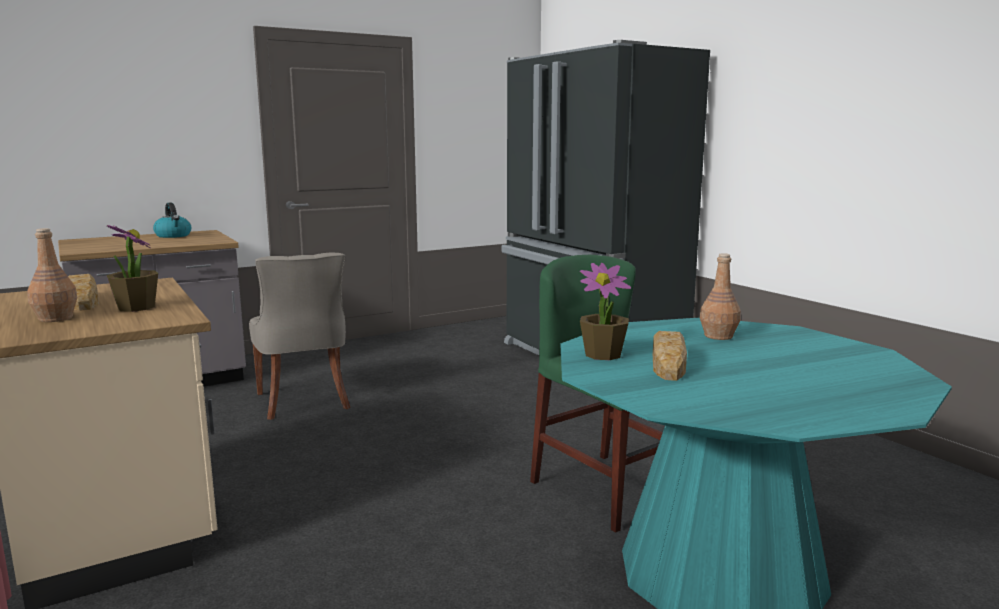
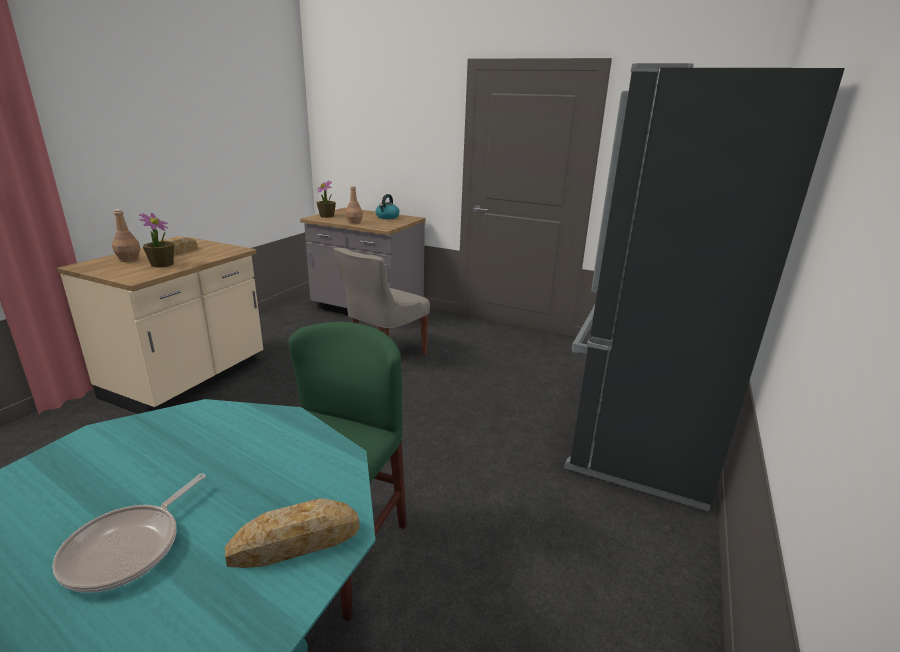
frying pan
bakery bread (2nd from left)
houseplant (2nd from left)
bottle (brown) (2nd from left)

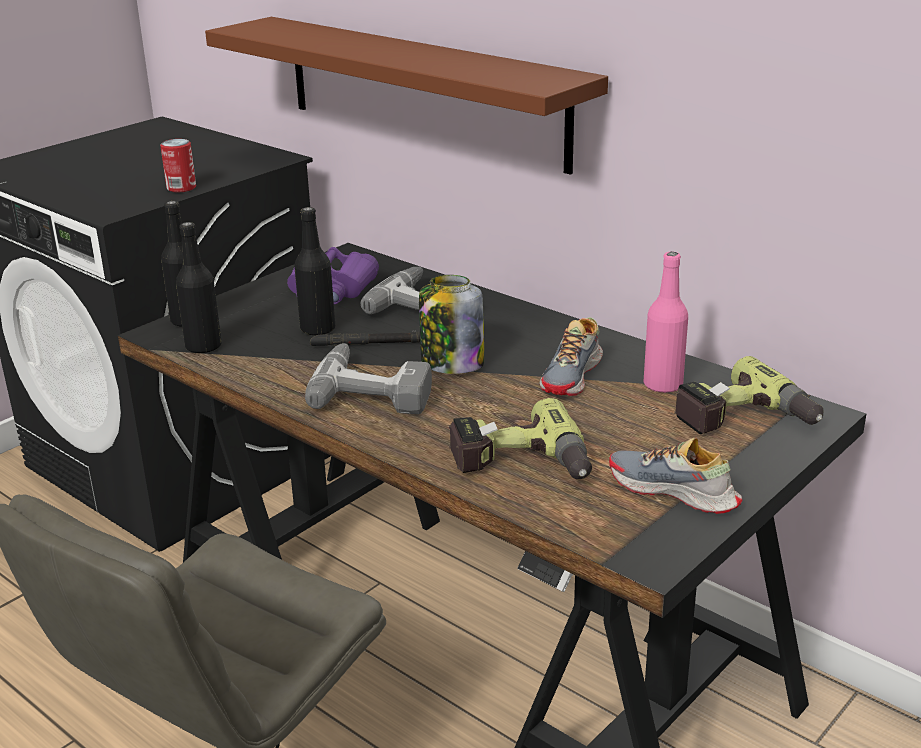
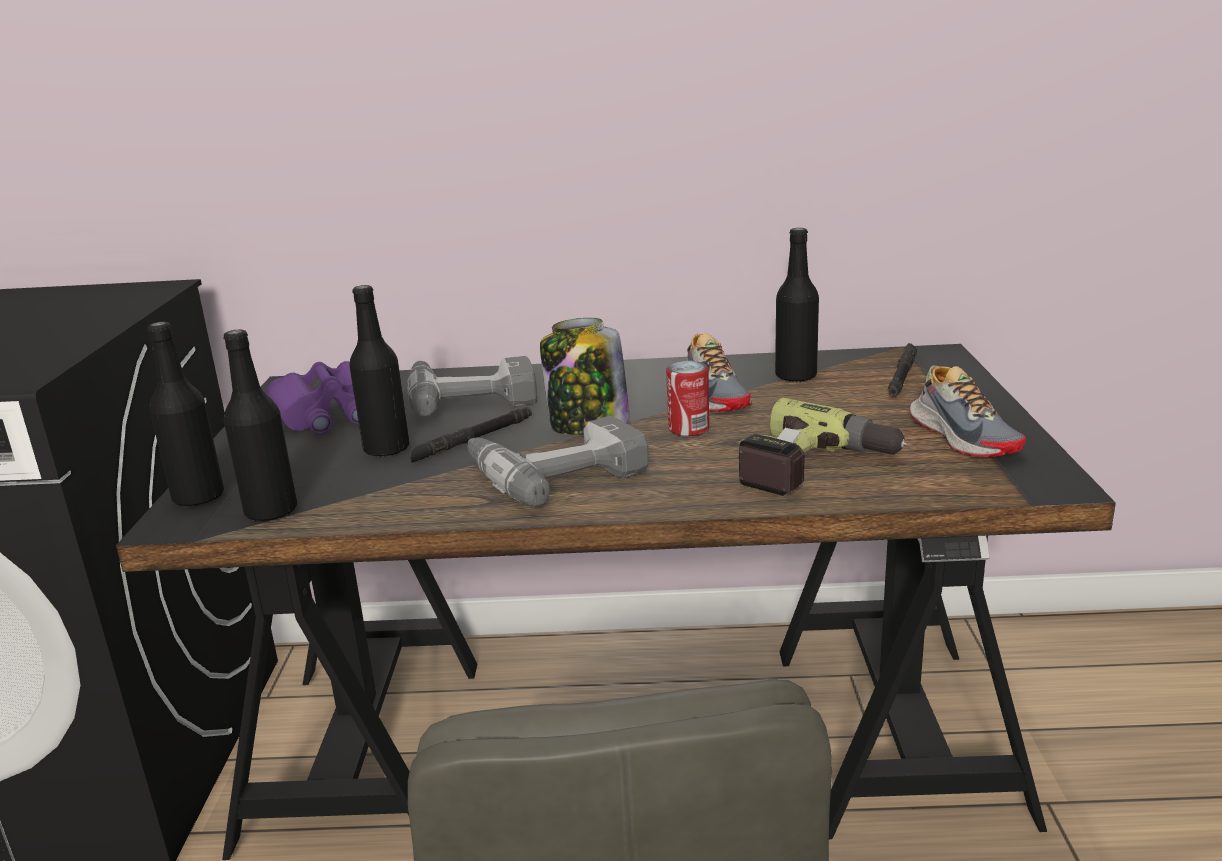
sealed can
bottle (black) (4th from left)
hand torch (black) (2nd from left)
shoe (2nd from left)
bracket shelf (brown)

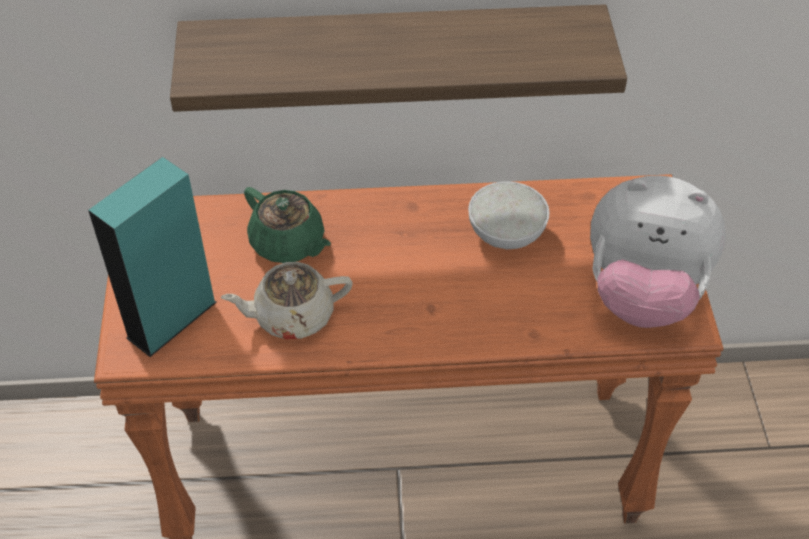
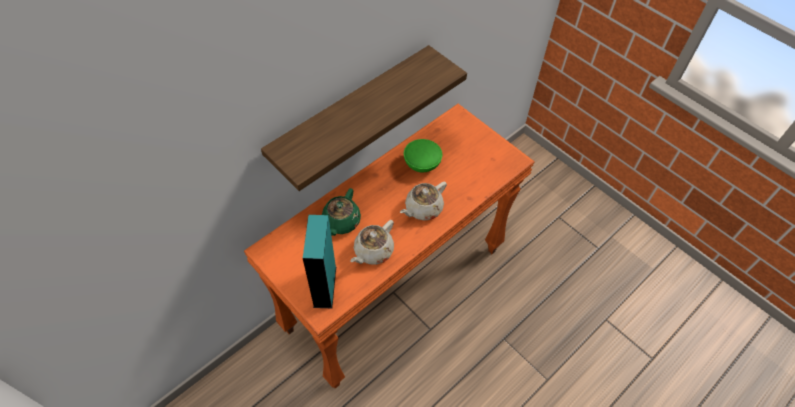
teapot (green-coloured)
teapot (beige-coloured) (2nd from left)
deep dish (green-coloured)
cuddly toy

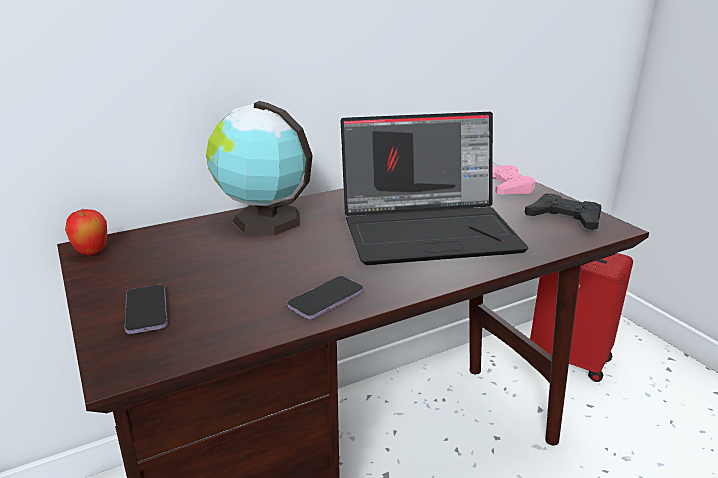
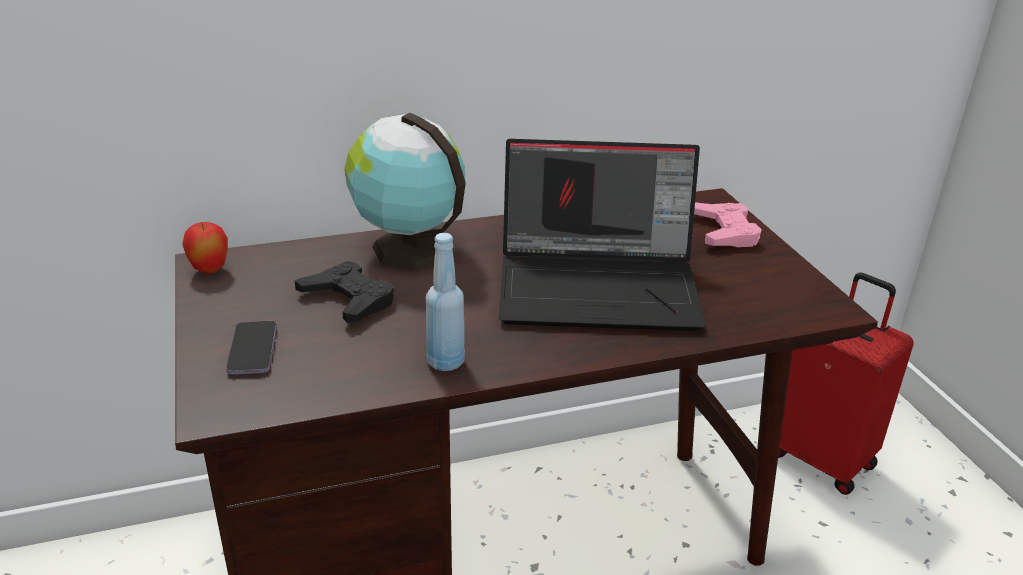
gamepad (black)
bottle (bluish)

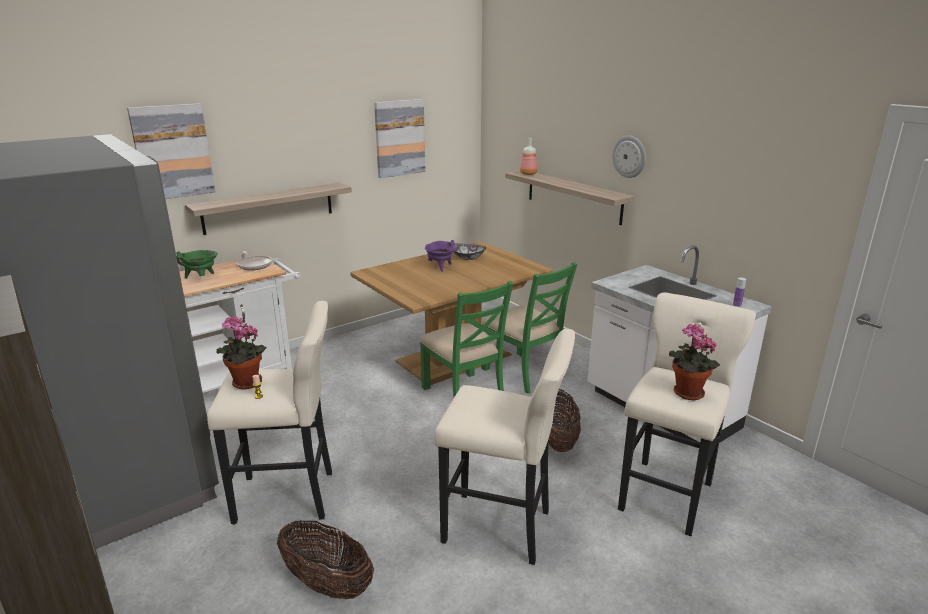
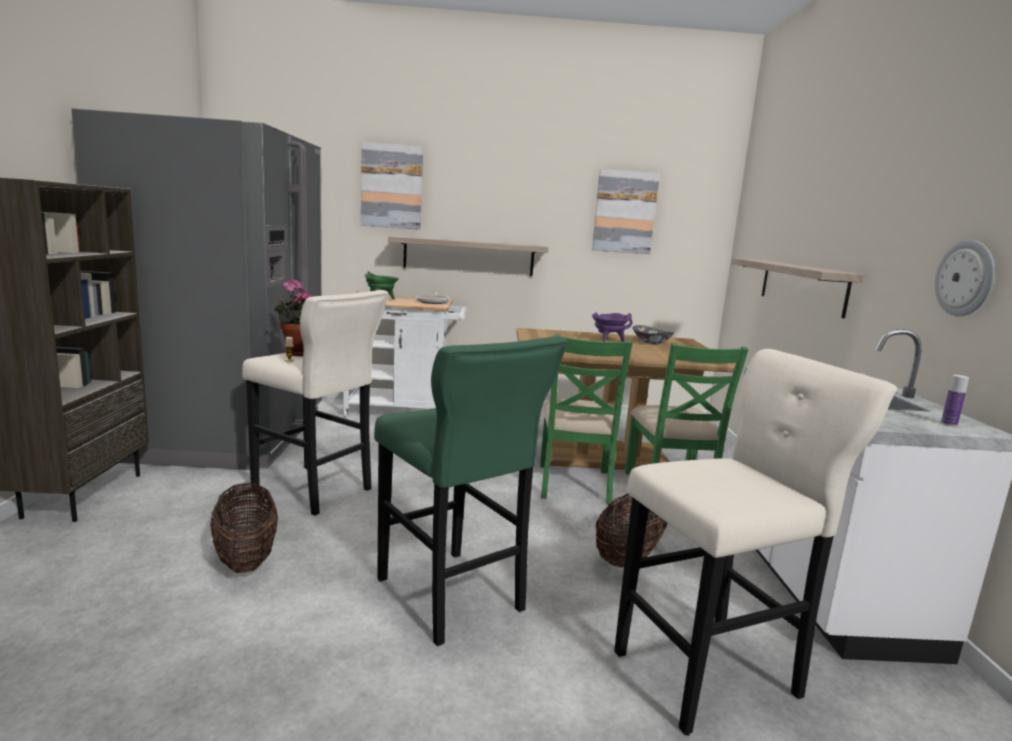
sitting stool (green-coloured)
wall clock
bottle (1st from left in the first image)
houseplant (2nd from left in the first image)

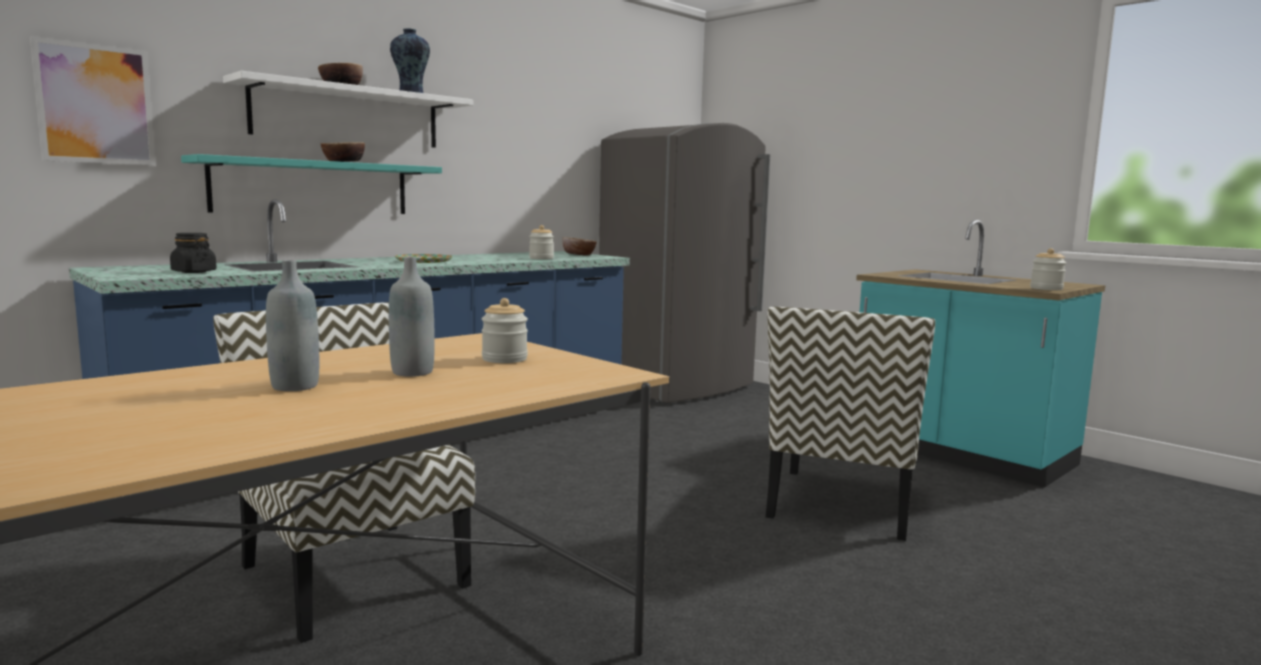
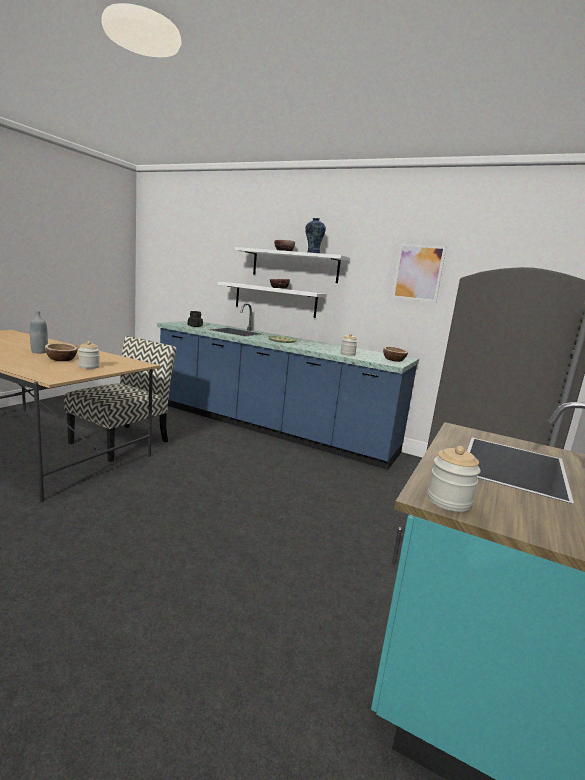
deep dish (1st from left)
bracket shelf (white-coloured) (1st from left)
wall picture
chair (2nd from left in the first image)

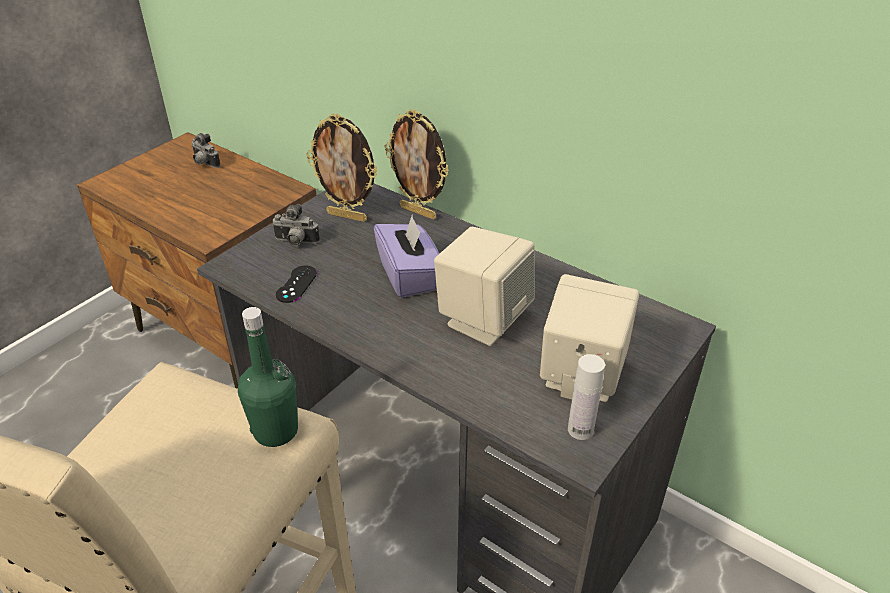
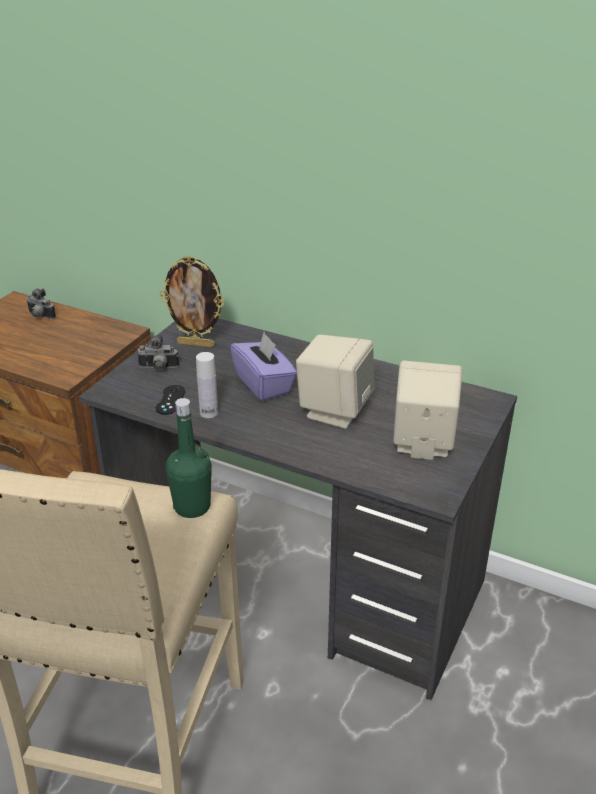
bottle (white-coloured)
photo frame (2nd from left in the first image)

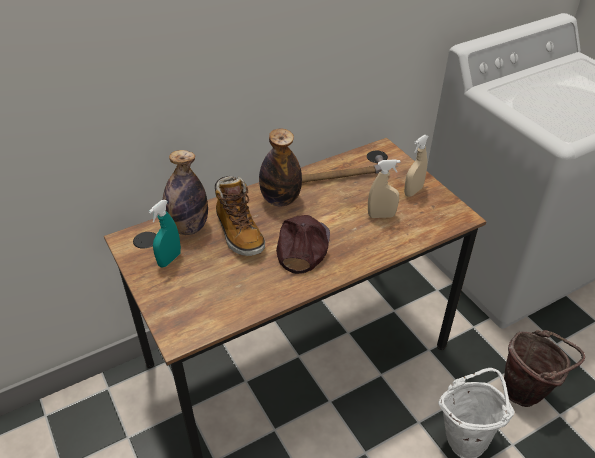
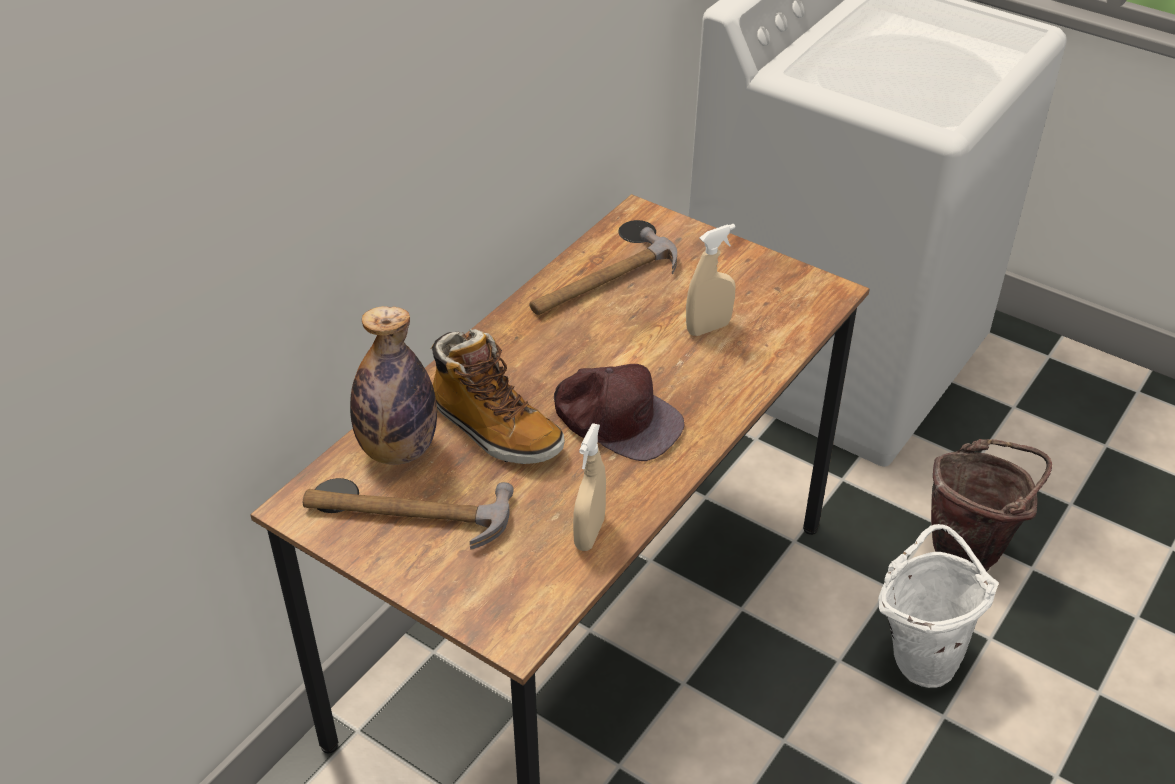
tool hammer (1st from left)
peaked cap (brown)
hand sprayer (beige-coloured) (1st from left)
bottle (2nd from left in the first image)

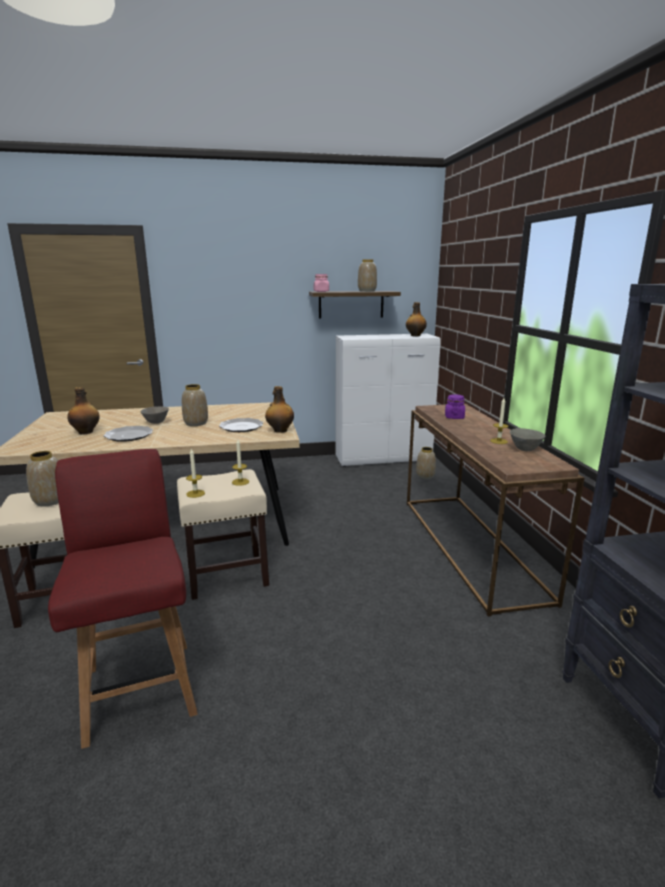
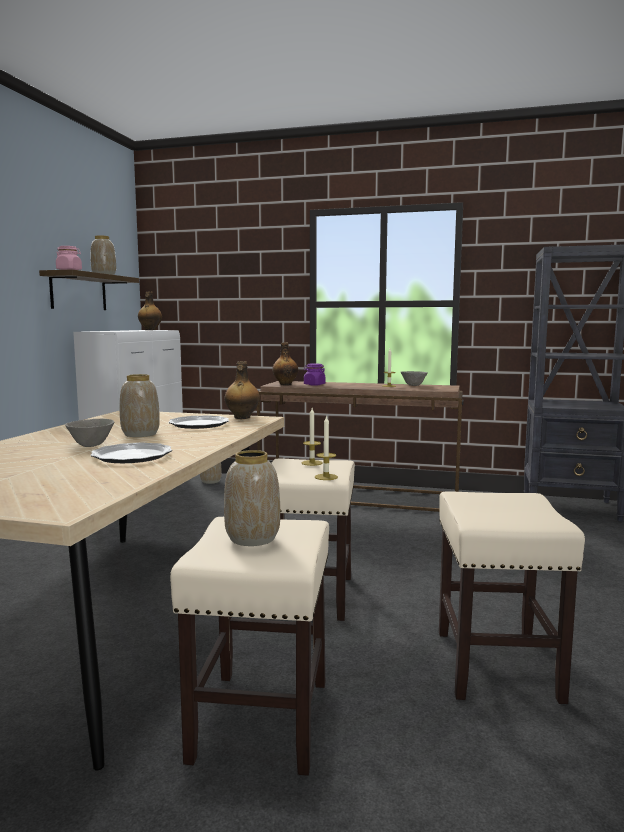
bottle (3rd from left)
sitting stool (beige-coloured) (3rd from left)

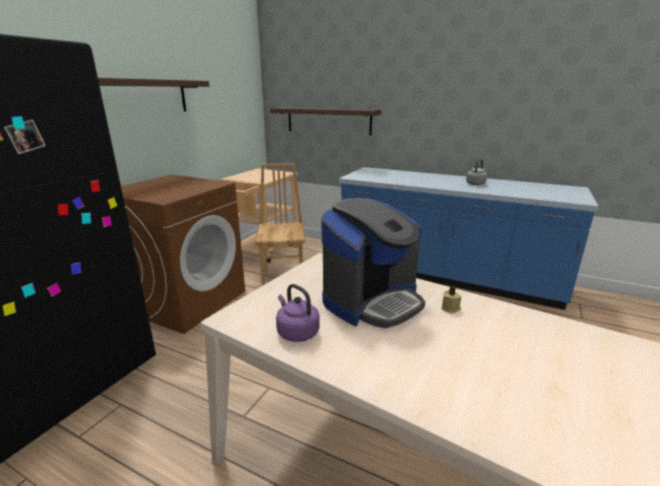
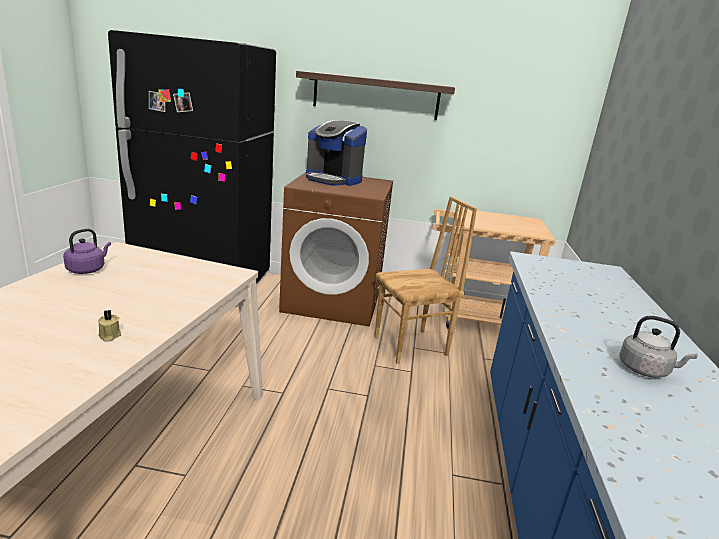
coffee machine
bracket shelf (2nd from left in the first image)

